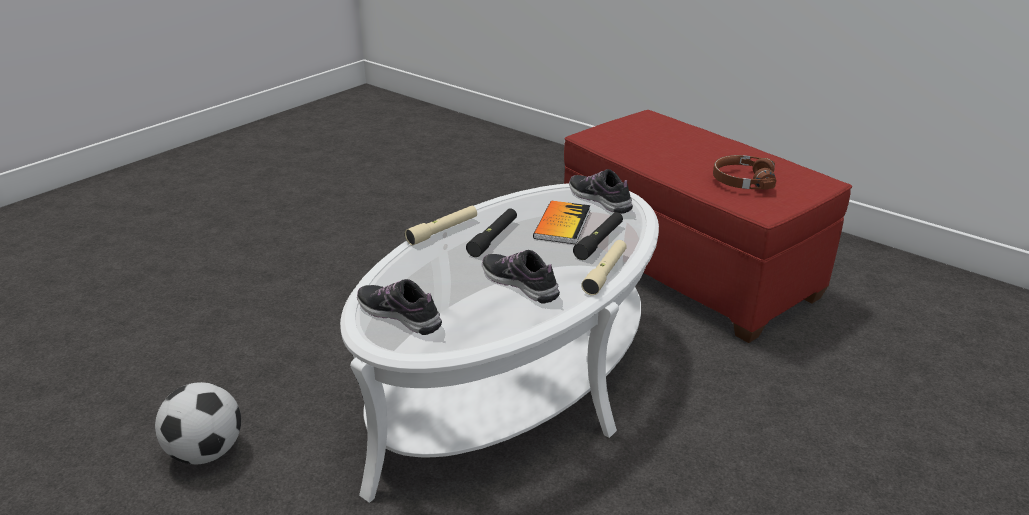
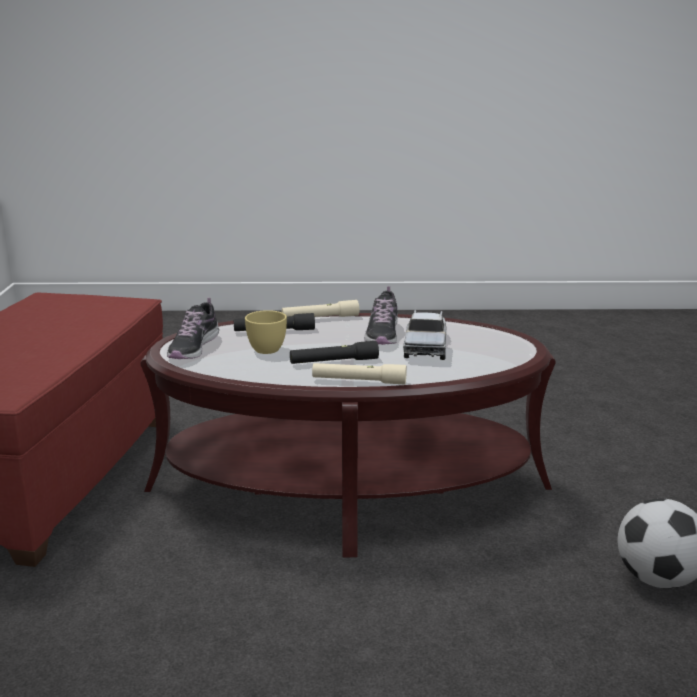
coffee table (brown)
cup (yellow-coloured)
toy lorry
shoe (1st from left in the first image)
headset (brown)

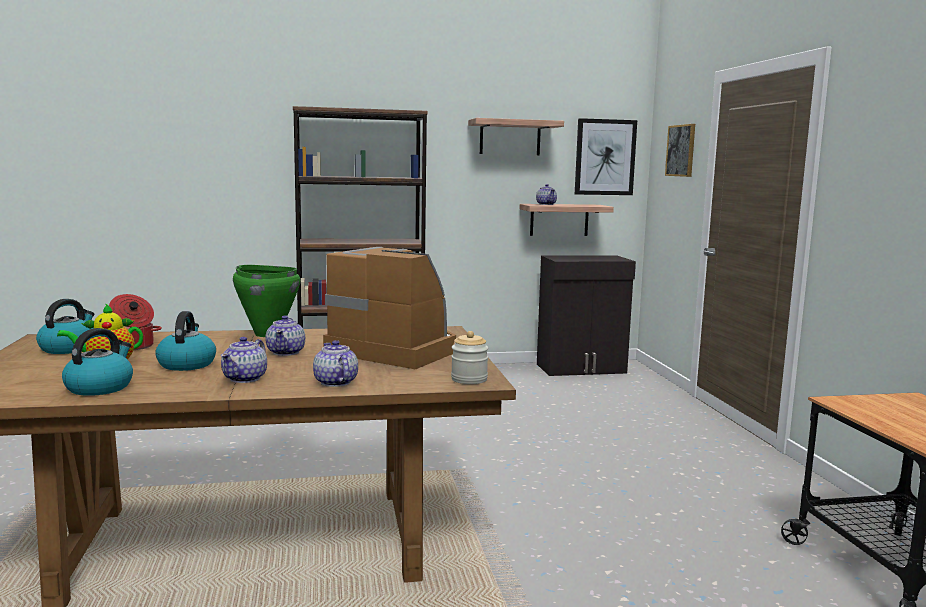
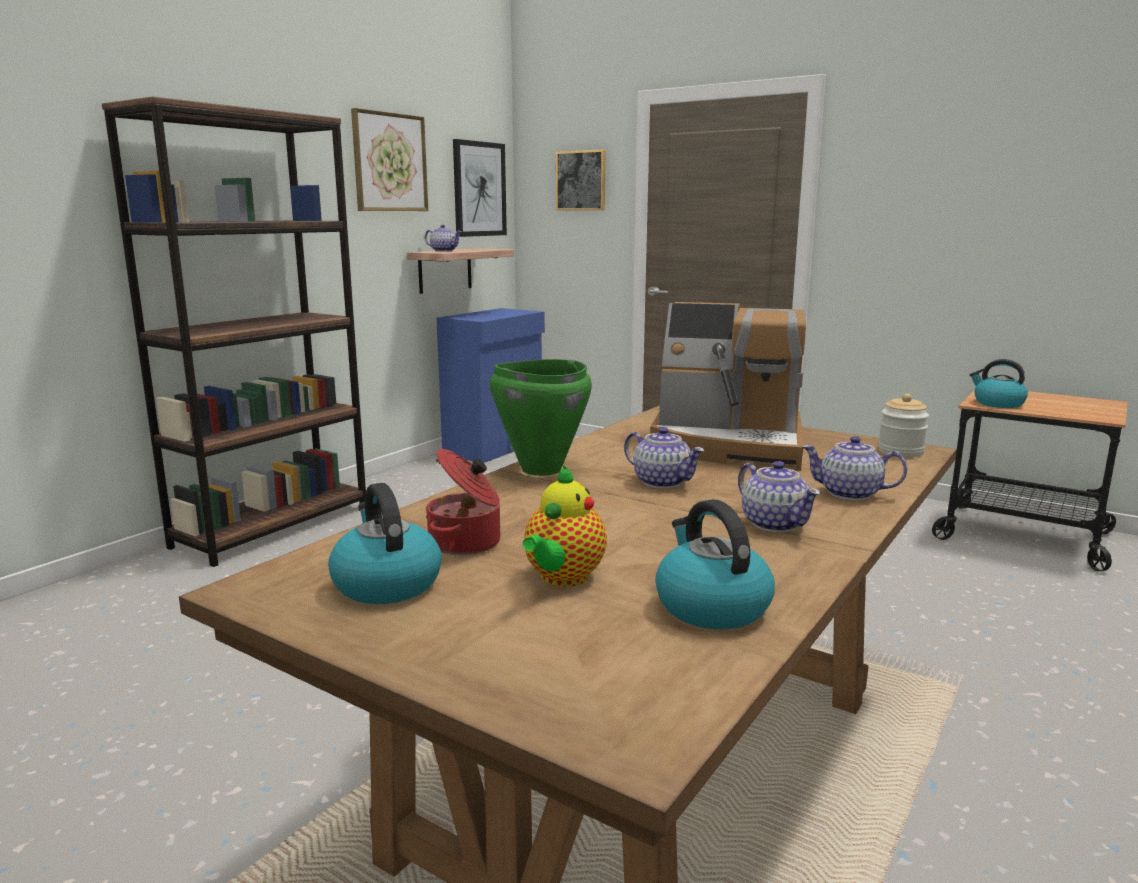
wall picture (1st from left)
storage cabinet (bluish)
coffee machine
water kettle (3rd from left)

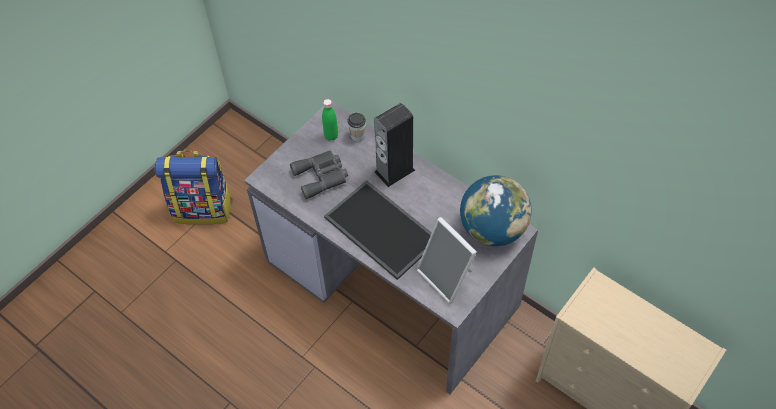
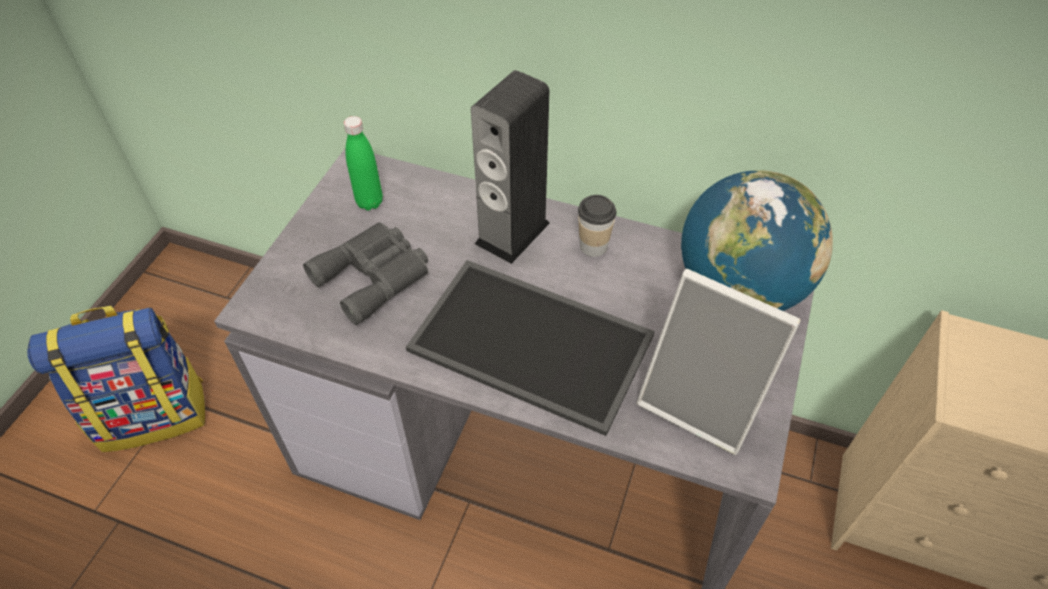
cup

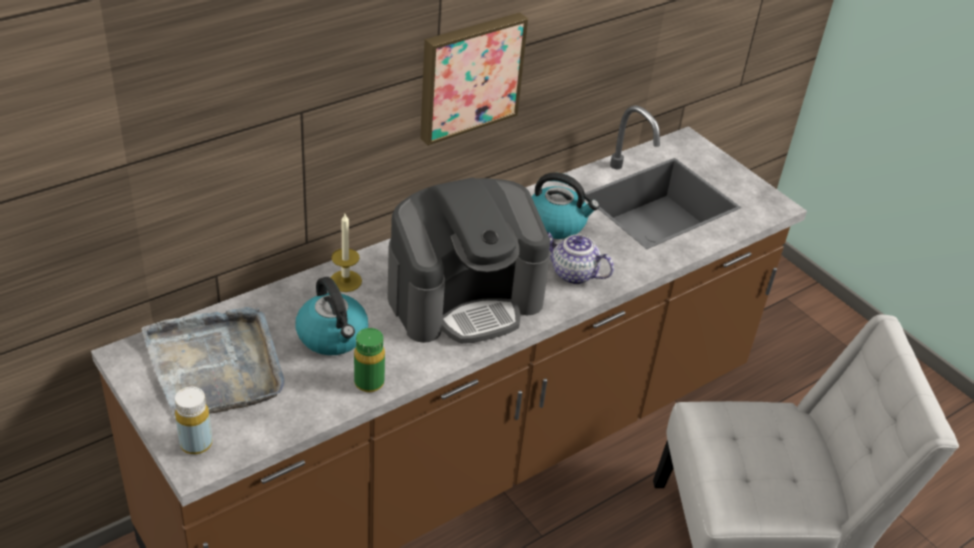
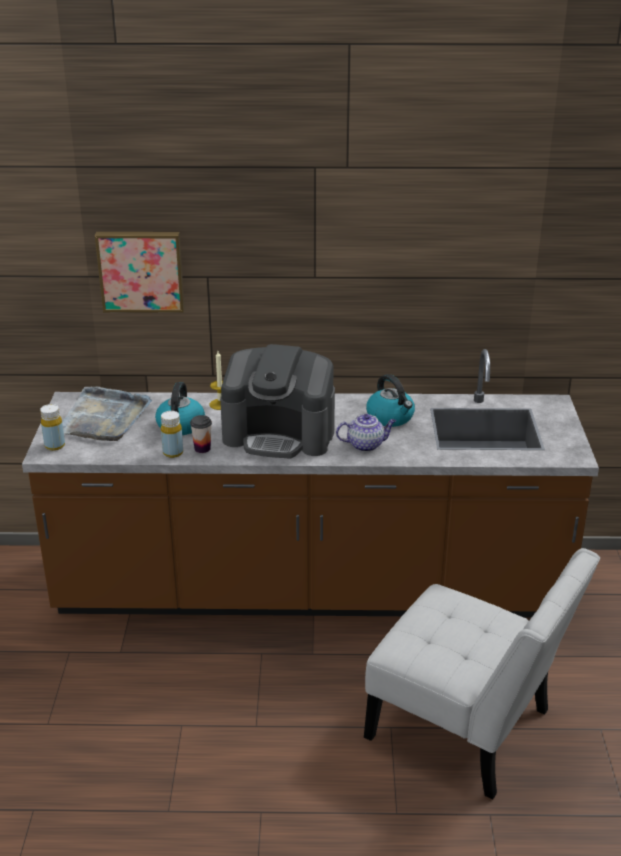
wall picture
bottle (yellow-coloured) (2nd from left)
cup
teapot

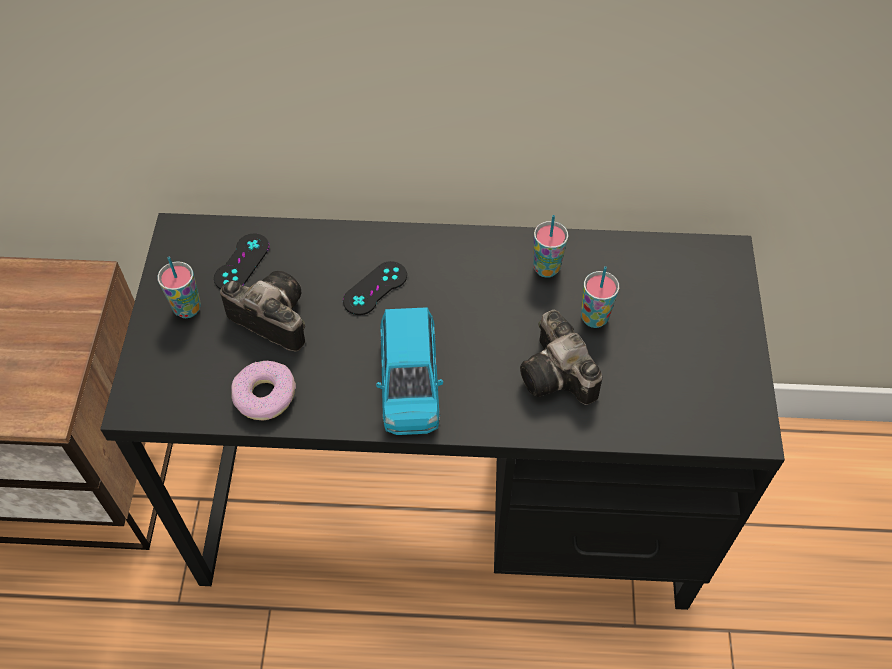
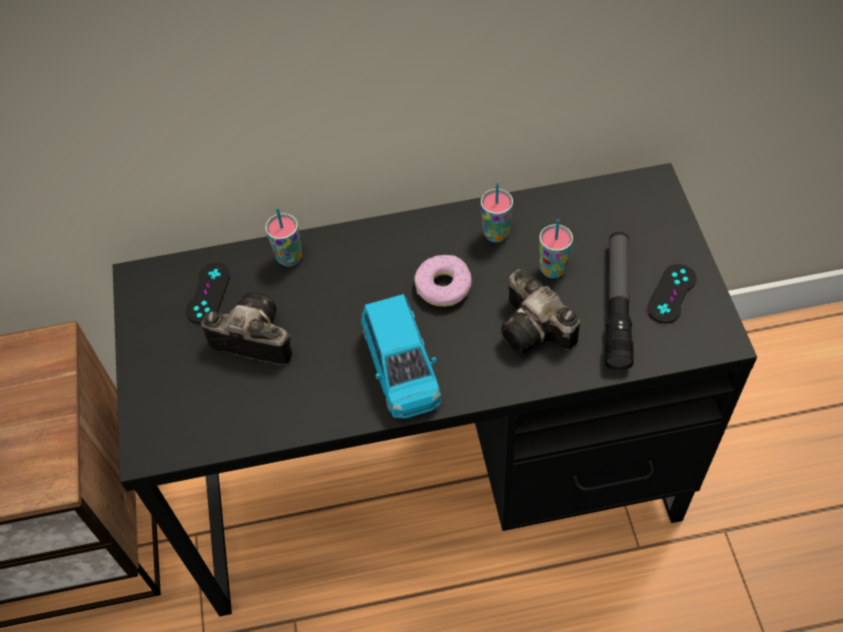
cup (1st from left)
ring doughnut
hand torch
gamepad (black) (2nd from left)

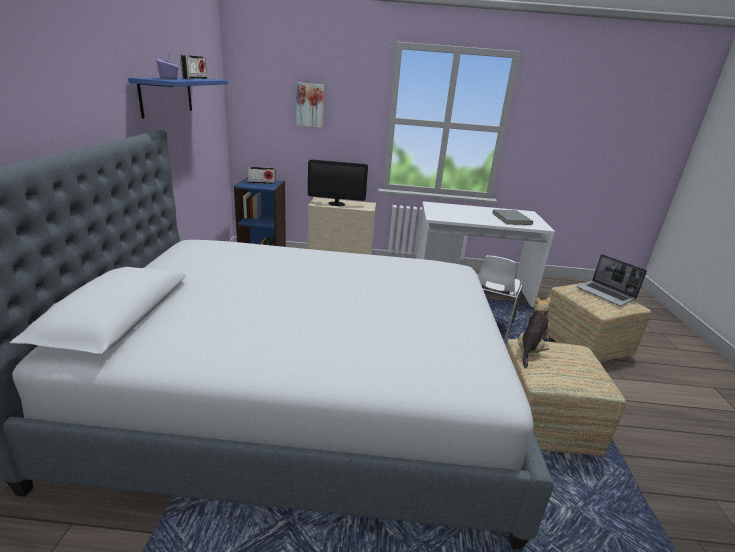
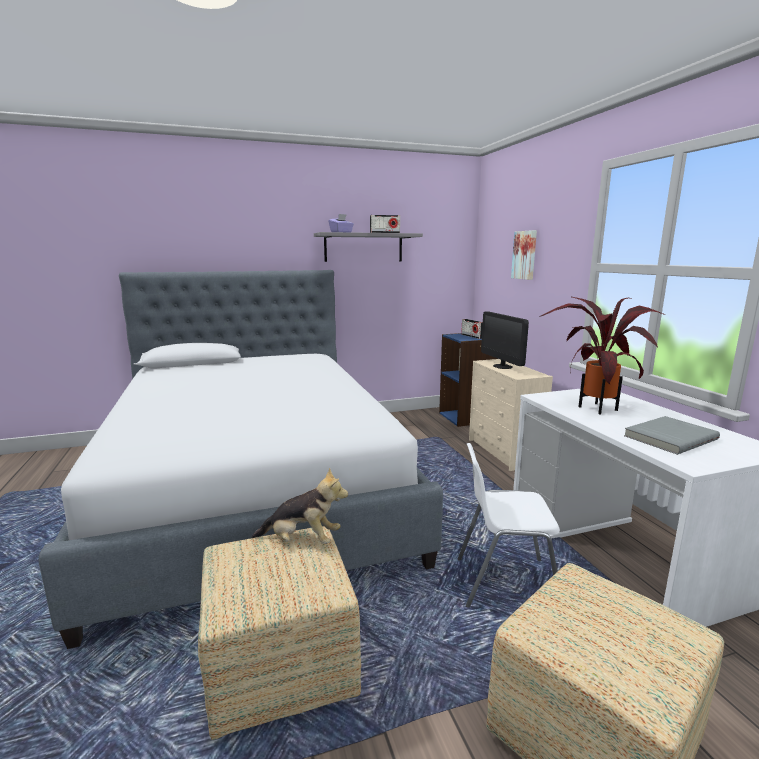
bracket shelf (greyish)
houseplant
portable computer

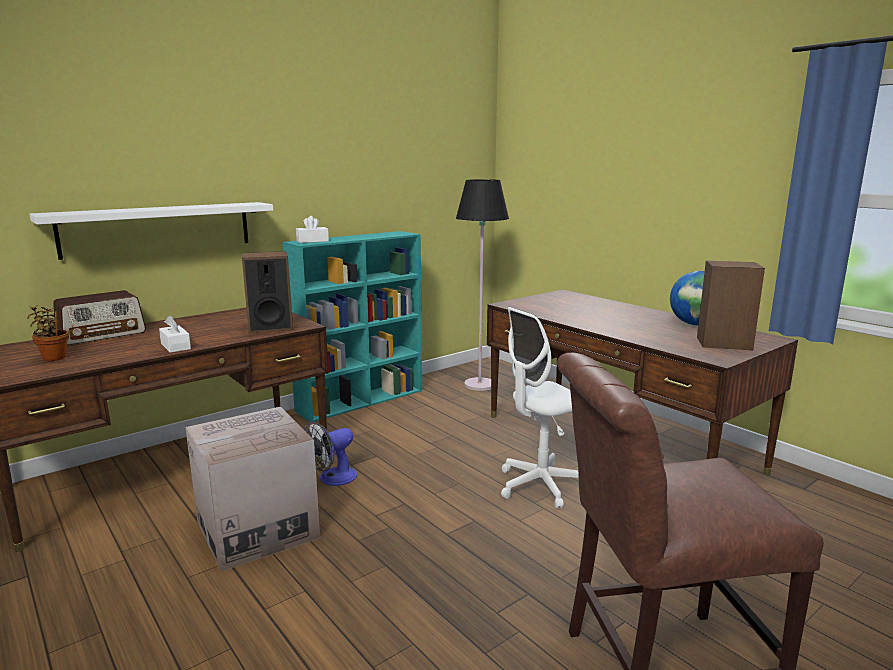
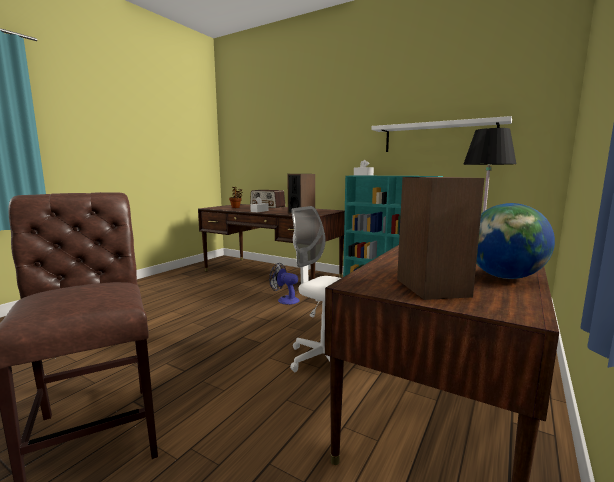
bracket shelf (white-coloured)
packing box

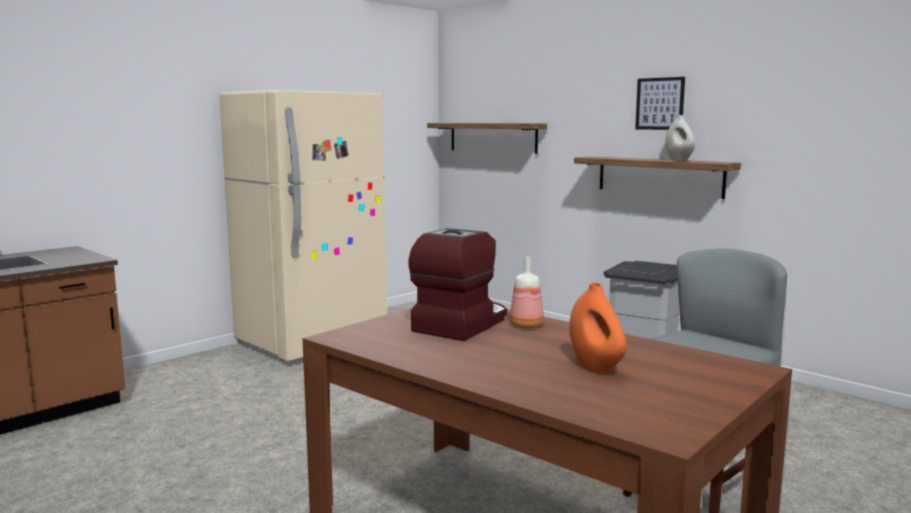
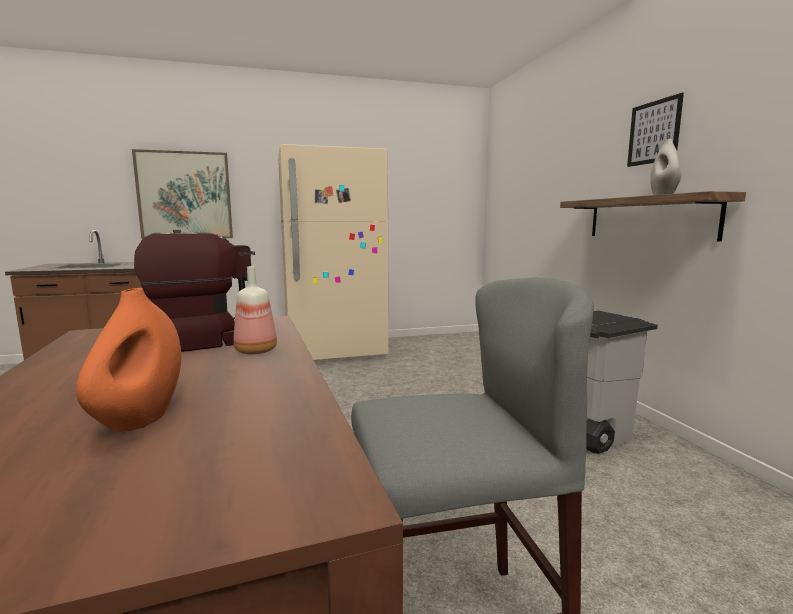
wall picture (1st from left)
bracket shelf (1st from left in the first image)

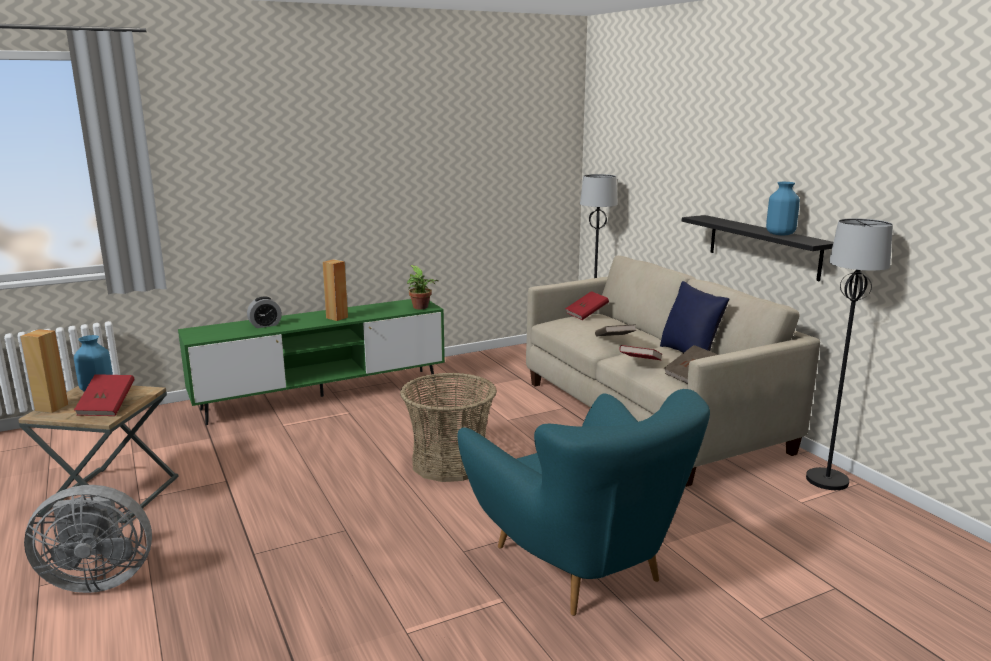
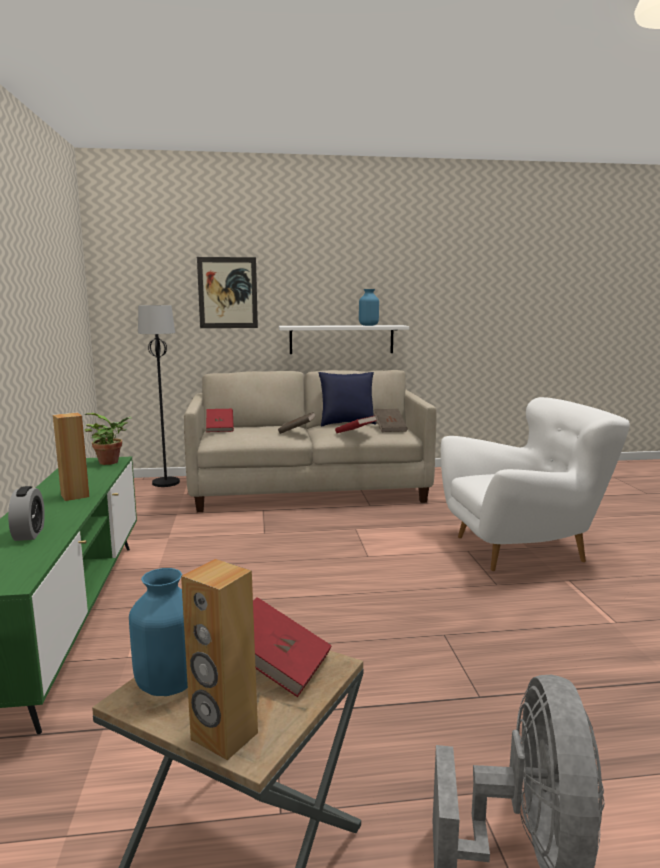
wall picture
bracket shelf (white-coloured)
armchair (white-coloured)
storage basket
standing lamp (black) (2nd from left in the first image)

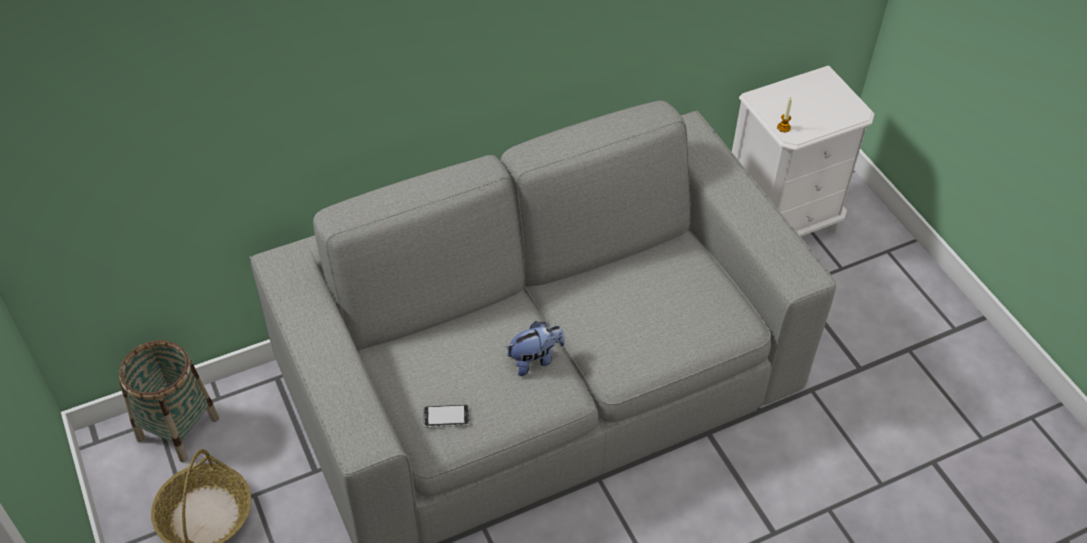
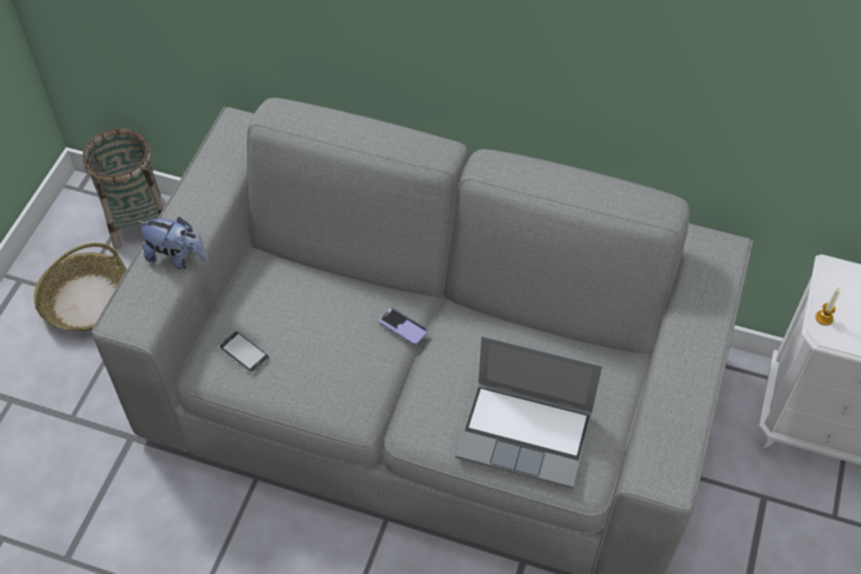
cuddly toy
telephone (2nd from left)
portable computer

